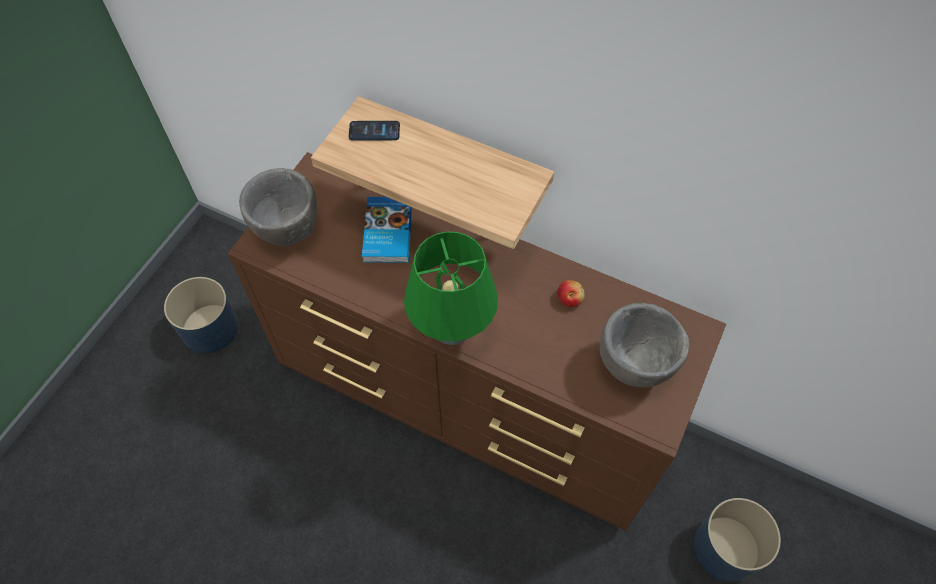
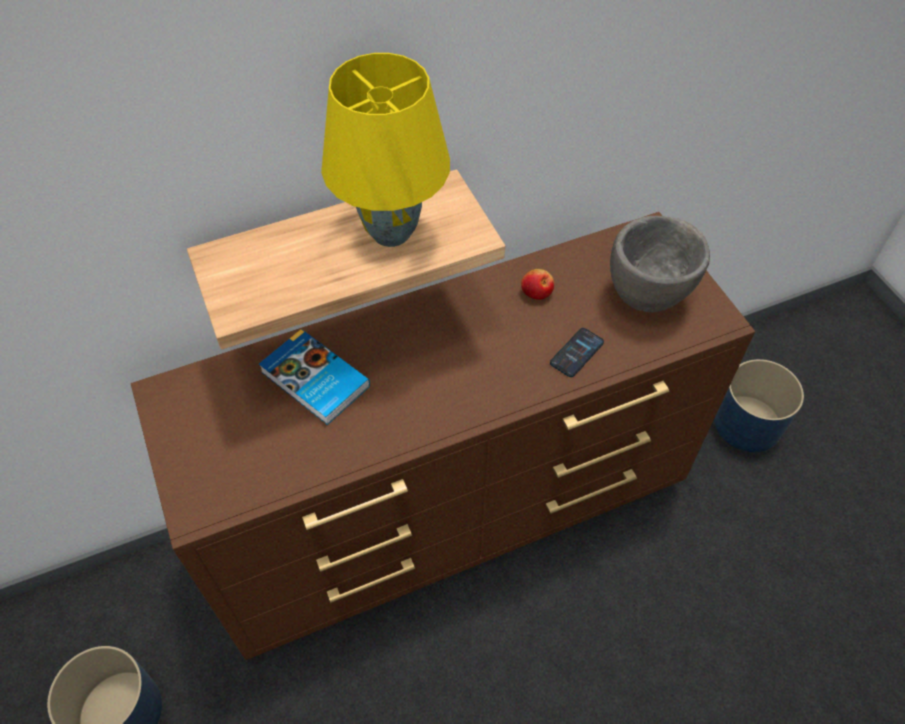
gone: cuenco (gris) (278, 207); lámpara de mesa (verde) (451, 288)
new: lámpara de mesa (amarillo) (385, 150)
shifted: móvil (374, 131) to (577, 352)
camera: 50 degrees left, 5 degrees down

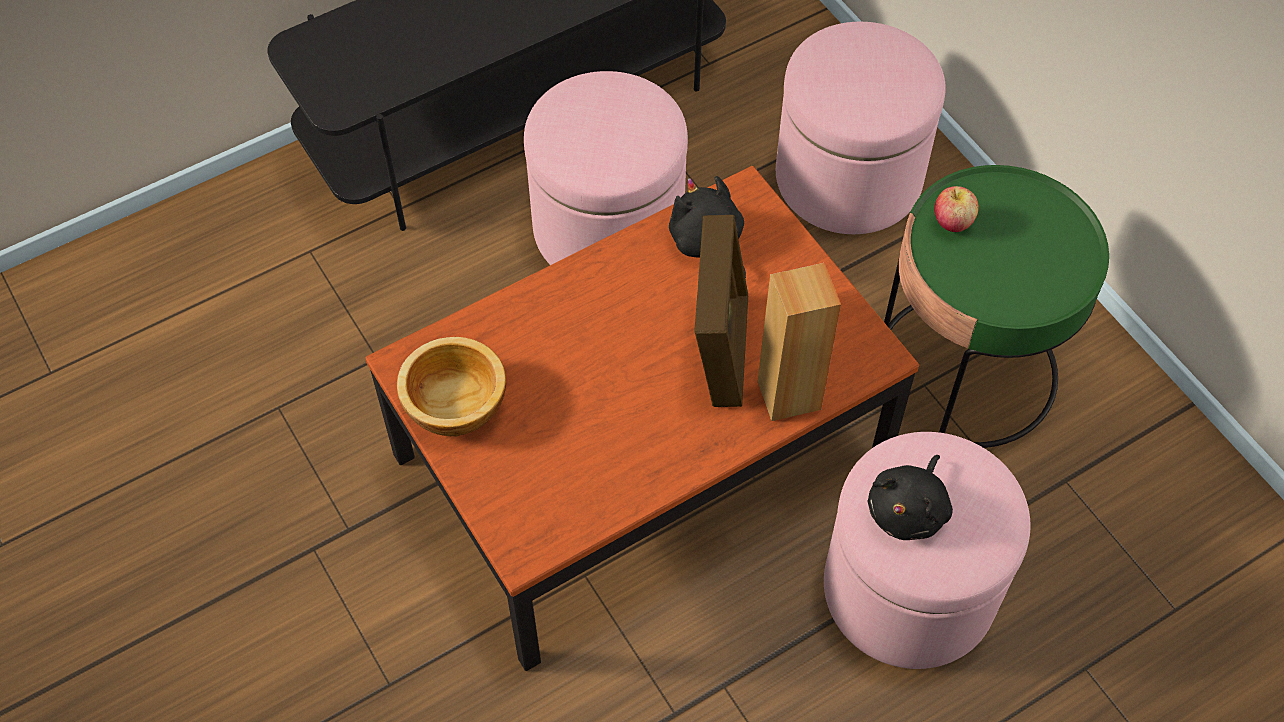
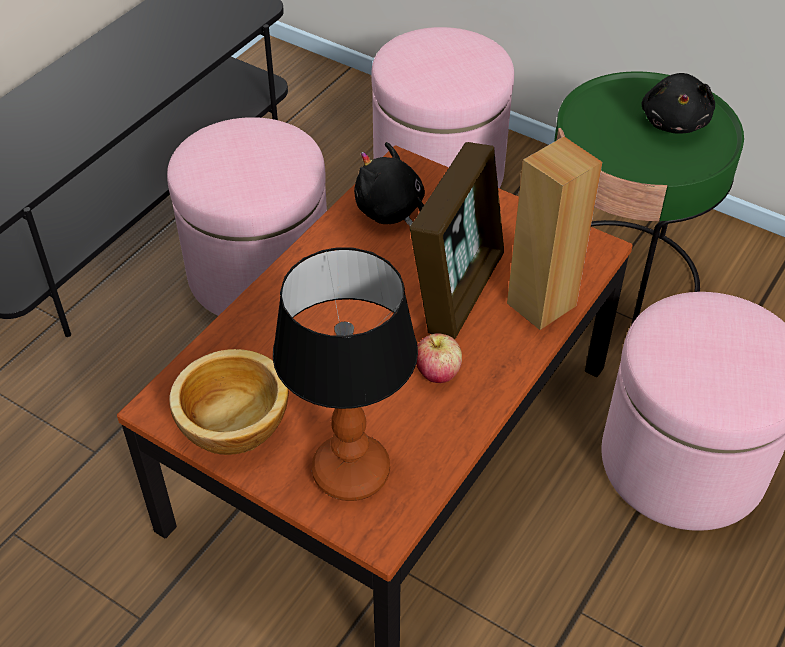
new: lámpara de mesa (345, 374)
shifted: manzana (956, 209) to (439, 358); peluche (negro) (910, 497) to (678, 103)
rotated: portarretratos (721, 311) = (457, 240) 45 degrees clockwise
camera: 25 degrees left, 10 degrees down

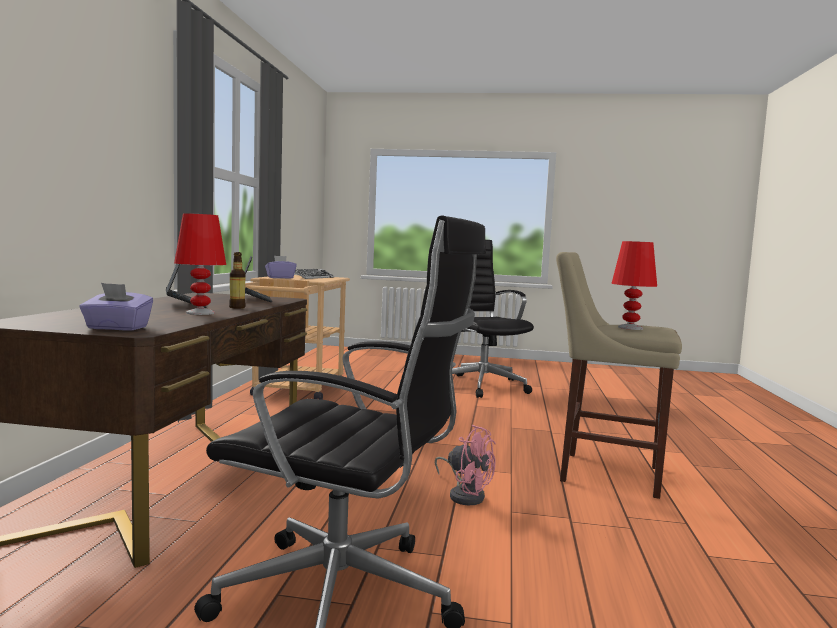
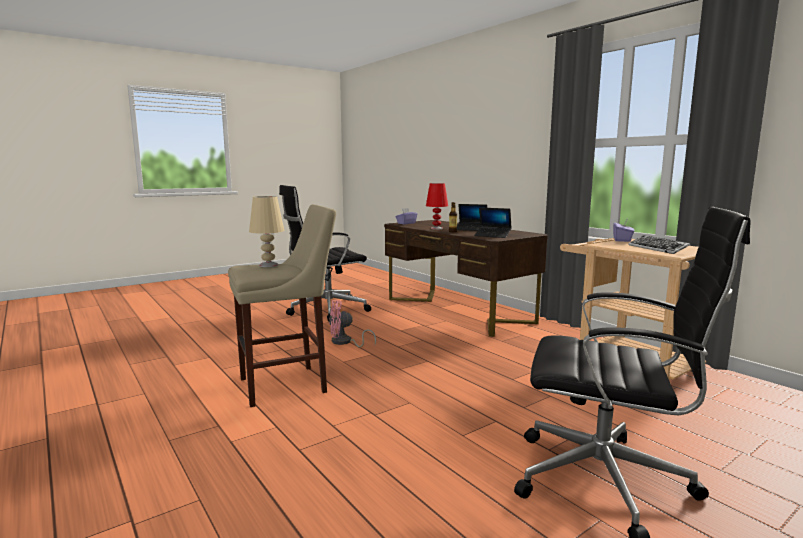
repainted: lámpara de mesa (rojo) (634, 285) to lámpara de mesa (beis) (267, 231)
camera: 135 degrees right, 5 degrees up

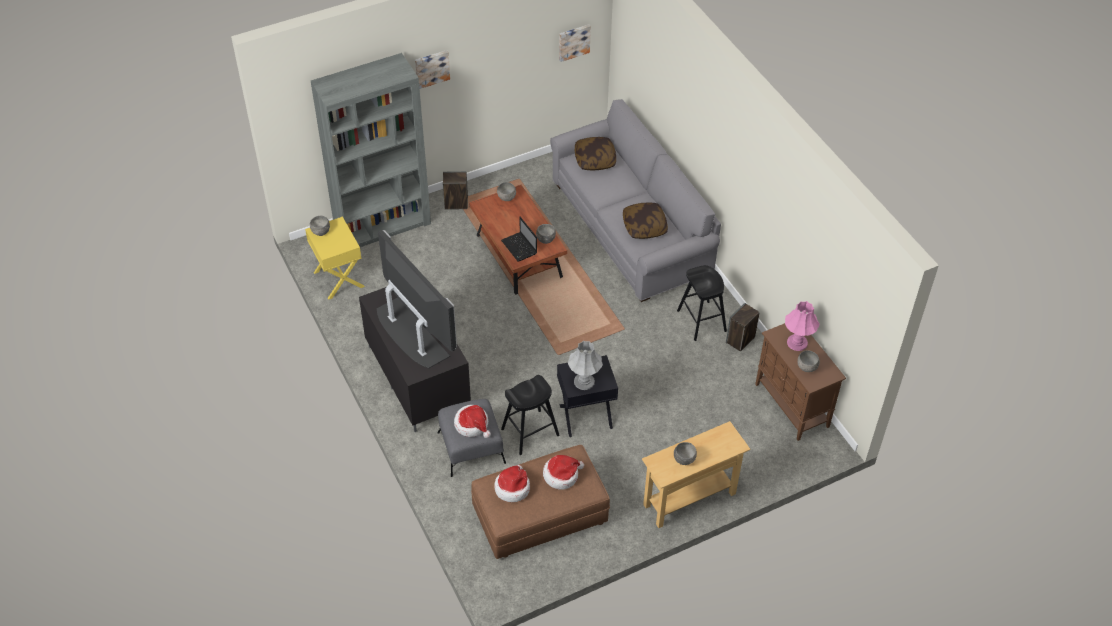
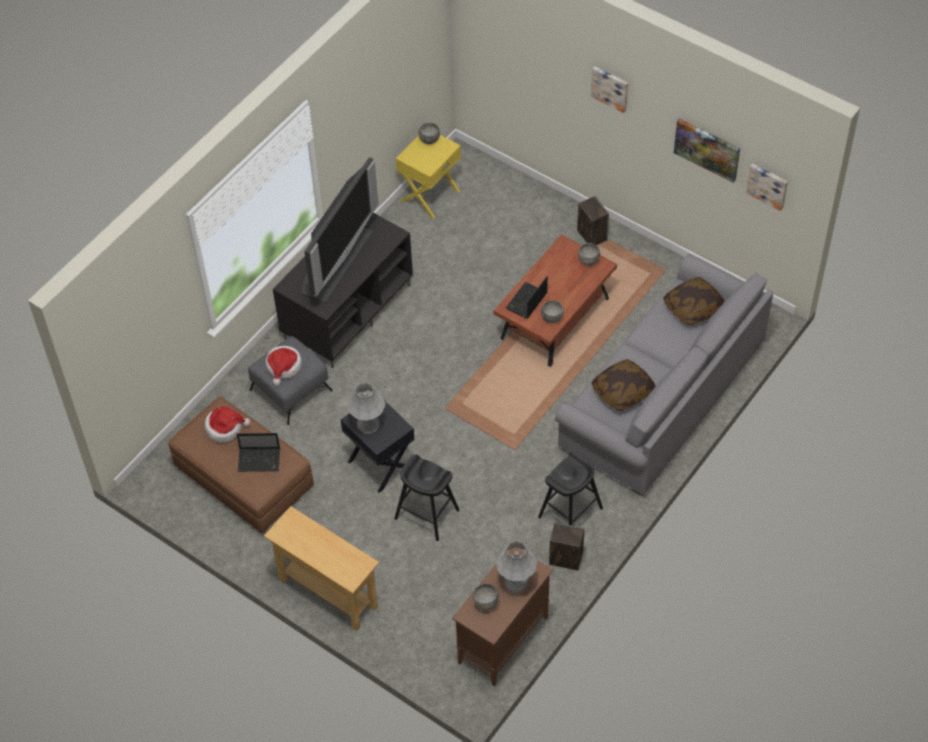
gone: estantería (gris) (371, 150); cuenco (gris) (685, 453)
new: cuadro (707, 150)
shifted: taburete (negro) (530, 415) to (427, 497)
swapped: sombrero (563, 472) to portátil (258, 452)
repainted: lámpara de mesa (rosa) (802, 326) to lámpara de mesa (gris) (516, 566)
camera: 65 degrees right, 5 degrees up

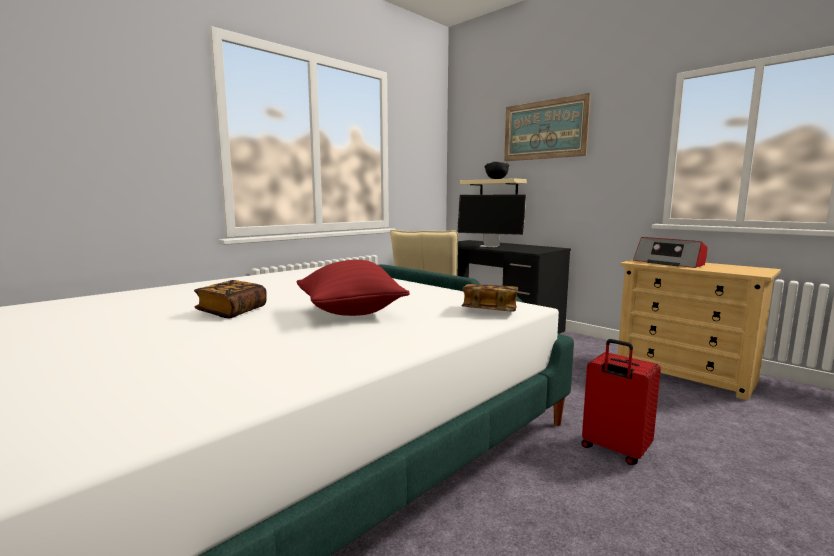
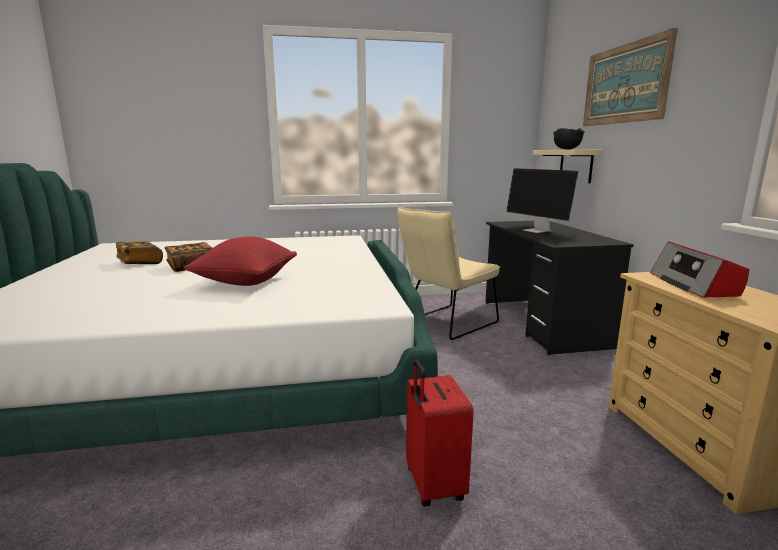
shifted: libro (490, 298) to (139, 252)
camera: 35 degrees right, 5 degrees up

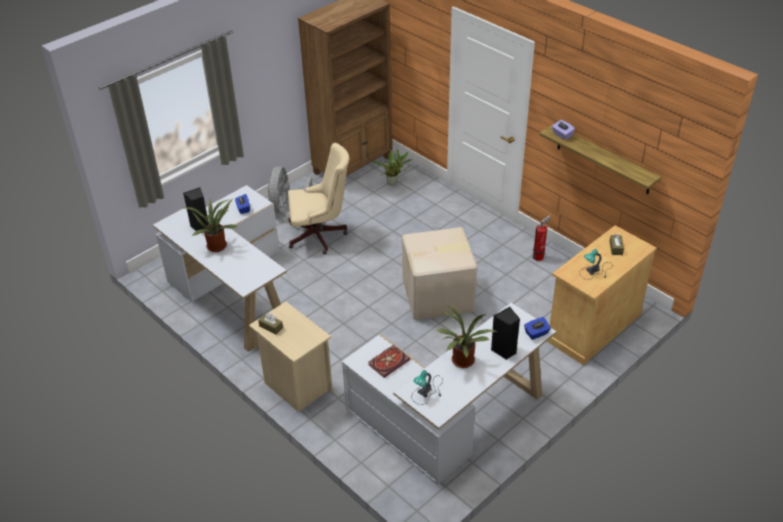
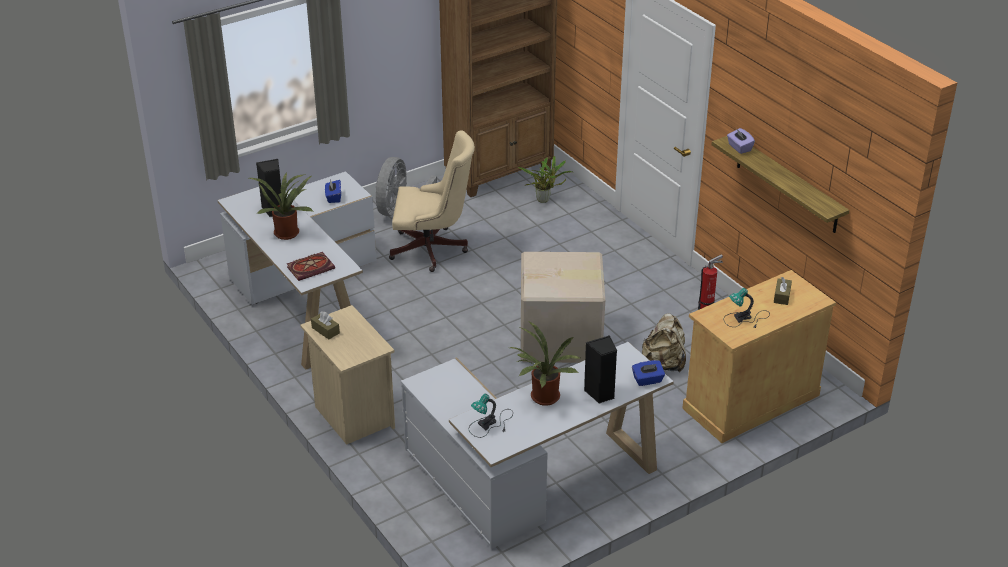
new: mochila (beis) (664, 342)
shifted: libro (389, 361) to (311, 266)
camera: 10 degrees right, 5 degrees down

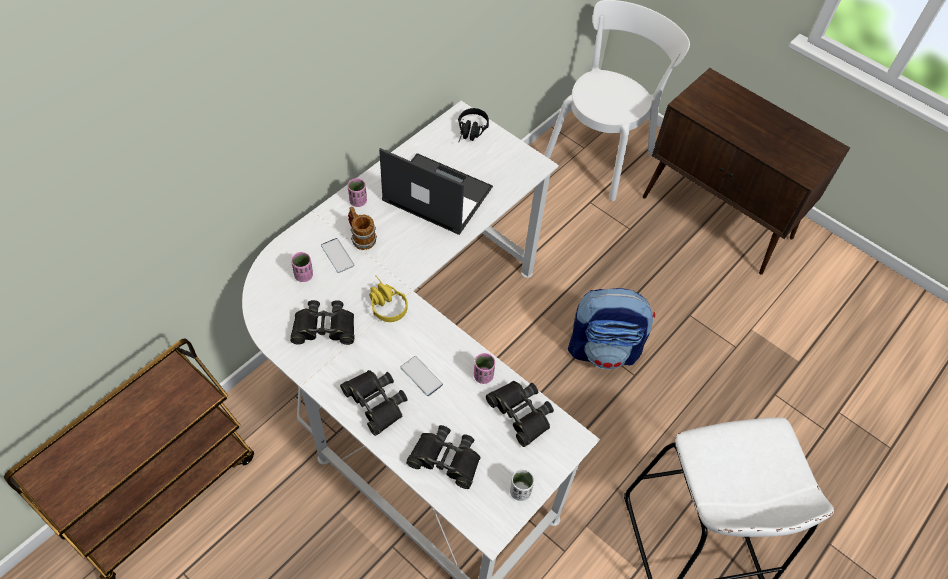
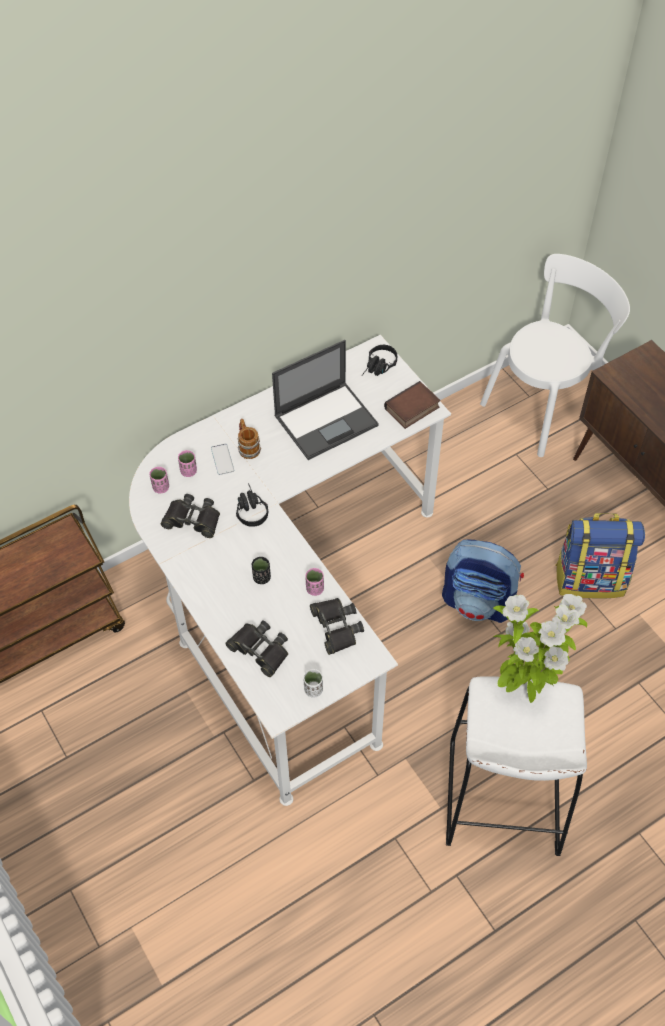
gone: prismáticos (negro) (374, 403)
new: libro (412, 405); mochila (600, 556); planta en maceta (540, 648)
shifted: taza (rosa) (357, 192) to (159, 480)
swapped: móvil (421, 376) to taza (negro) (261, 570)
repainted: auriculares (amarillo) (388, 298) to auriculares (negro) (252, 505)
rotated: portátil (436, 191) = (325, 400) 105 degrees clockwise
camera: 20 degrees right, 0 degrees up

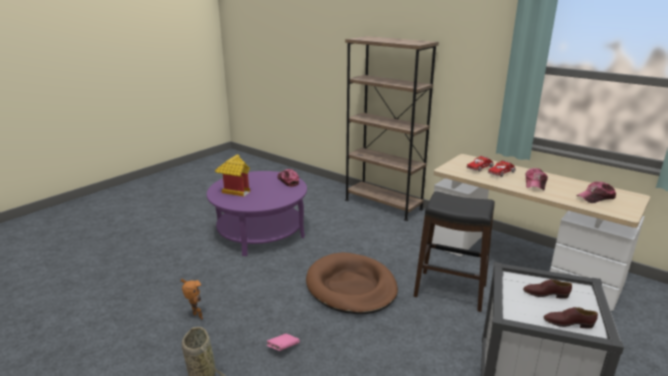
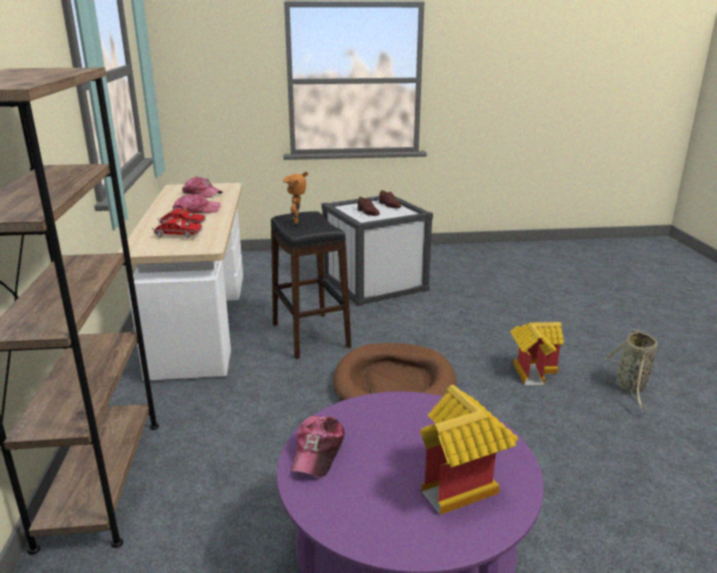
shifted: robot de juguete (191, 299) to (295, 198)
swapped: libro (rosa) (283, 342) to casita (537, 353)
camera: 135 degrees left, 0 degrees up

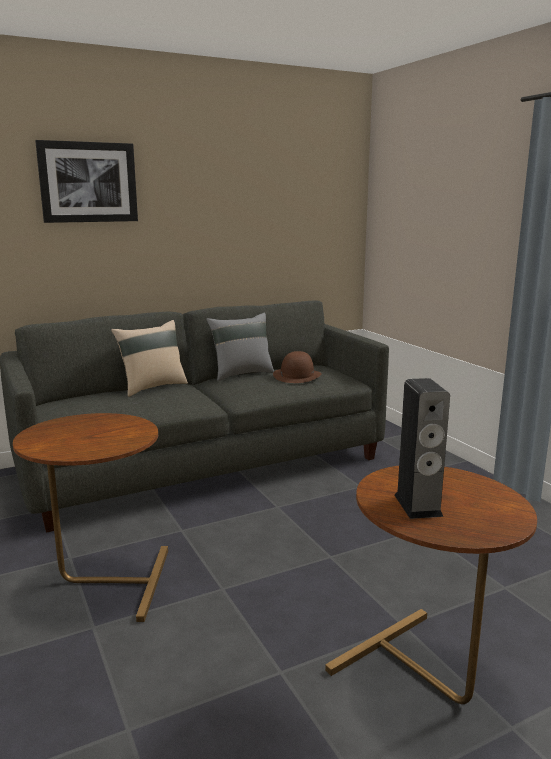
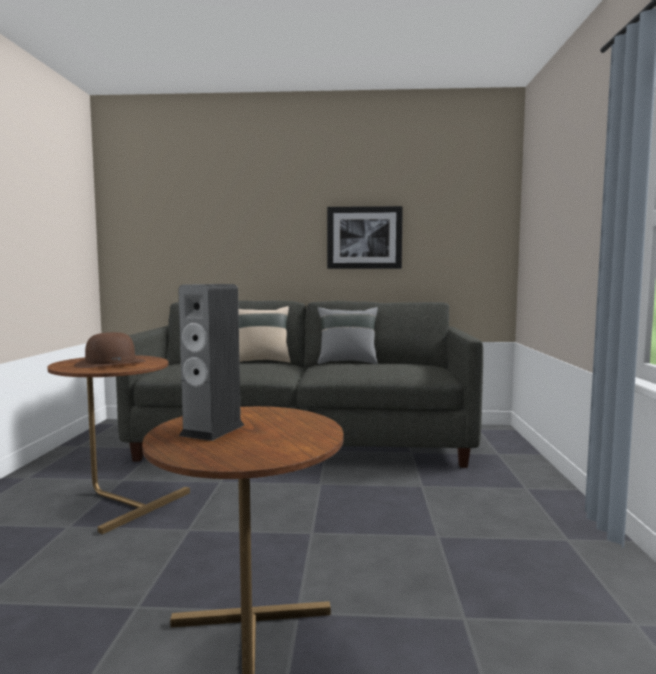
shifted: cuadro (86, 181) to (365, 237); sombrero (marrón) (297, 367) to (110, 350)
camera: 30 degrees right, 10 degrees down

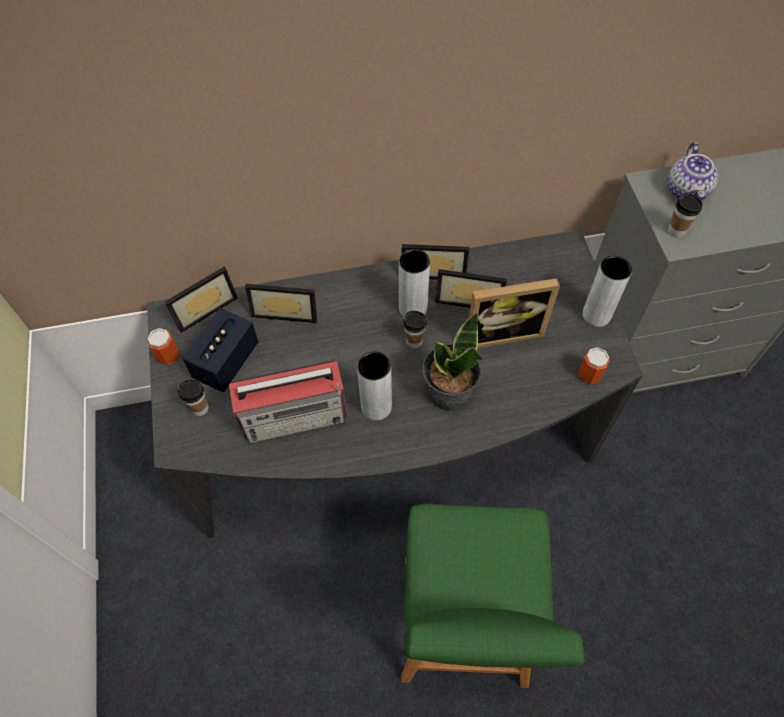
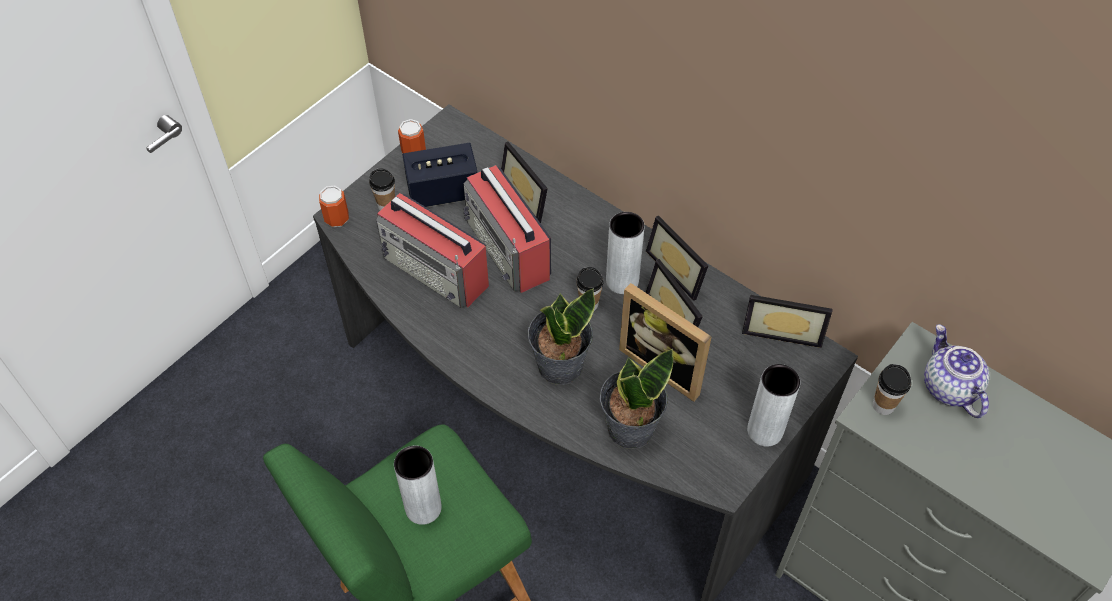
new: radio (507, 229); planta en maceta (636, 399)
shifted: portarretratos (201, 300) to (787, 321); lata (594, 365) to (334, 206); florero (gris) (374, 385) to (418, 485)
rotated: tetera (693, 171) = (956, 371) 105 degrees clockwise
camera: 50 degrees right, 5 degrees down

